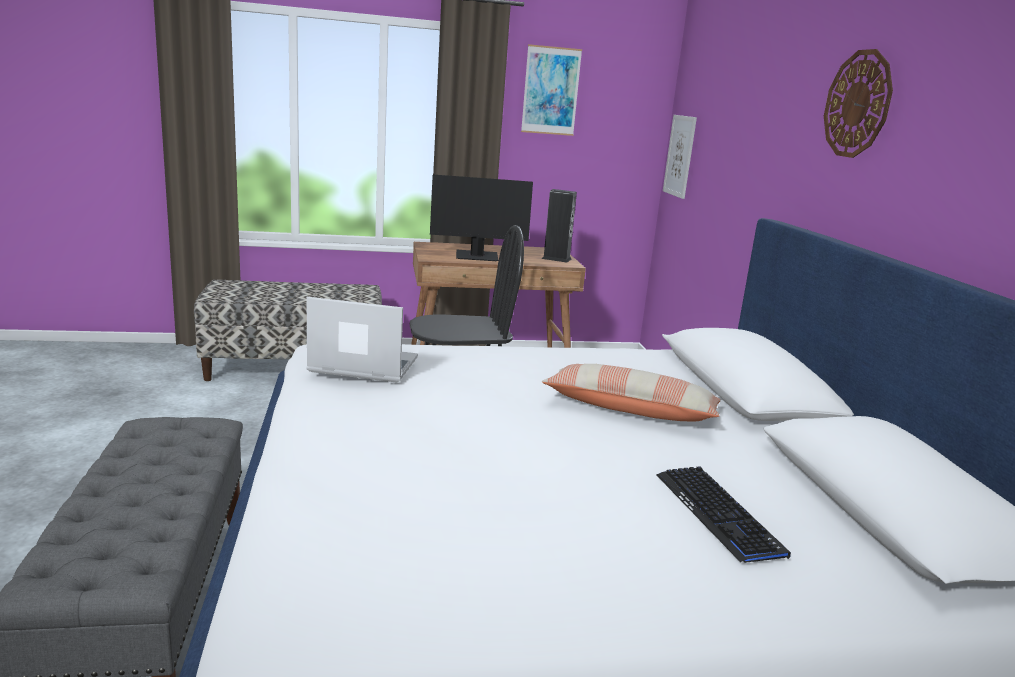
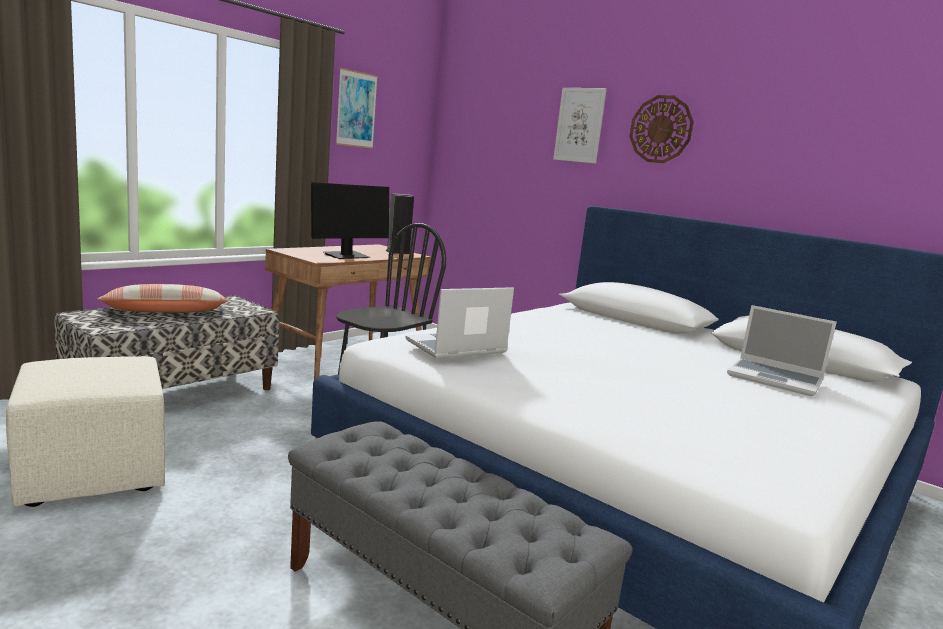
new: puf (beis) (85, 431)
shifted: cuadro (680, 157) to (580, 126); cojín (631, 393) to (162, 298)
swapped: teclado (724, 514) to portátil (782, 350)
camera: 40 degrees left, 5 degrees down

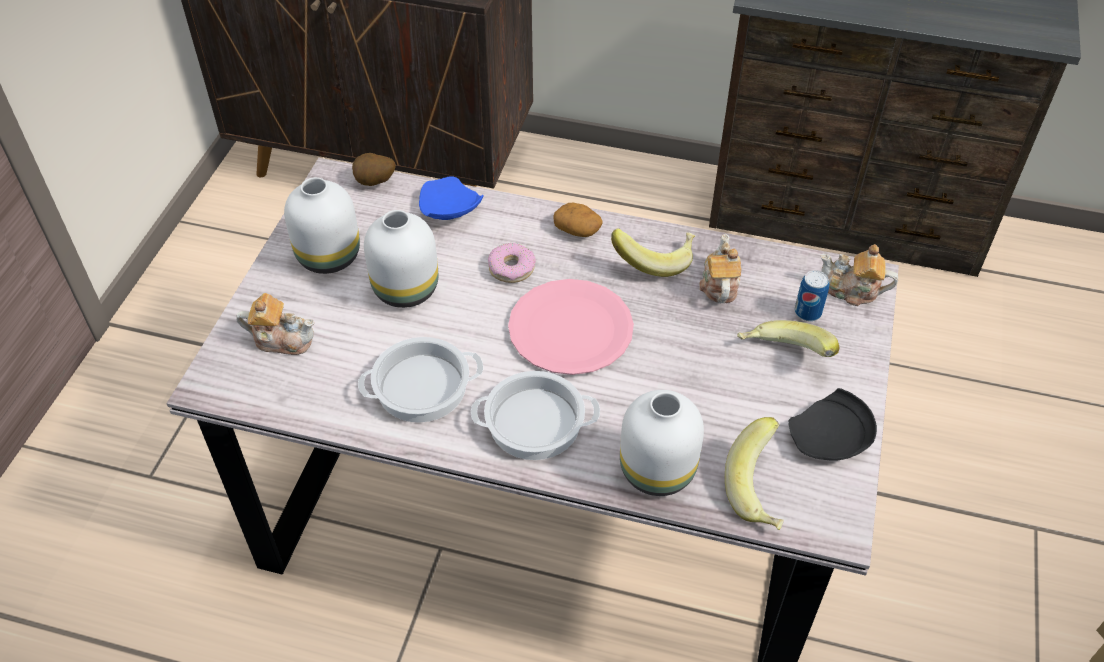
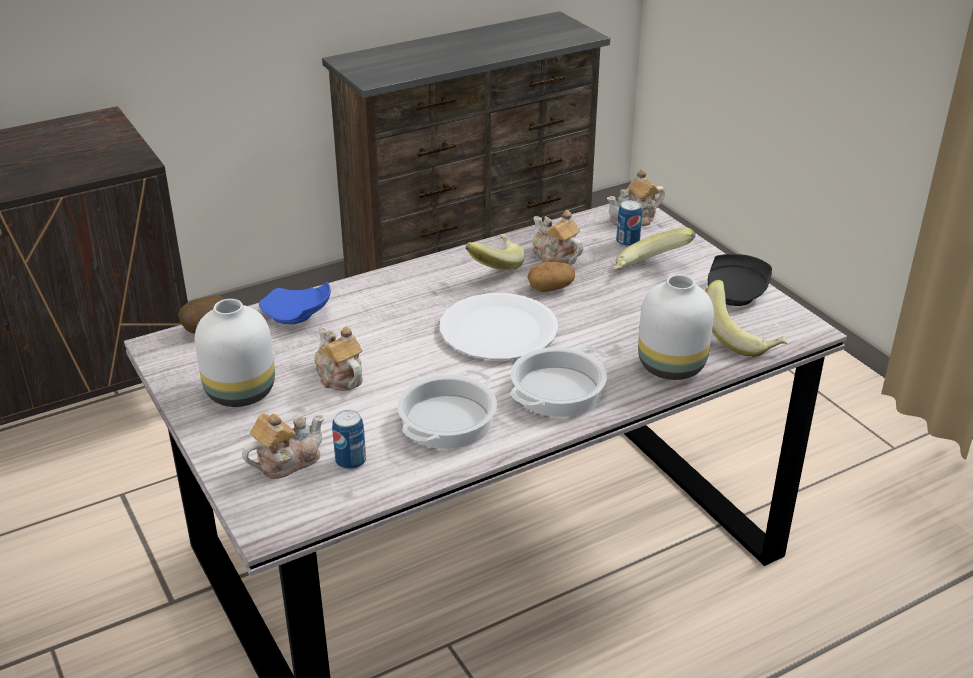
gone: rosquilla (512, 263)
new: lata (349, 440)
shifted: patata (578, 220) to (551, 276)
swapped: florero (blanco) (401, 259) to tetera (338, 358)
repainted: plato (rosa) (571, 327) to plato (blanco) (499, 326)
camera: 45 degrees left, 15 degrees down

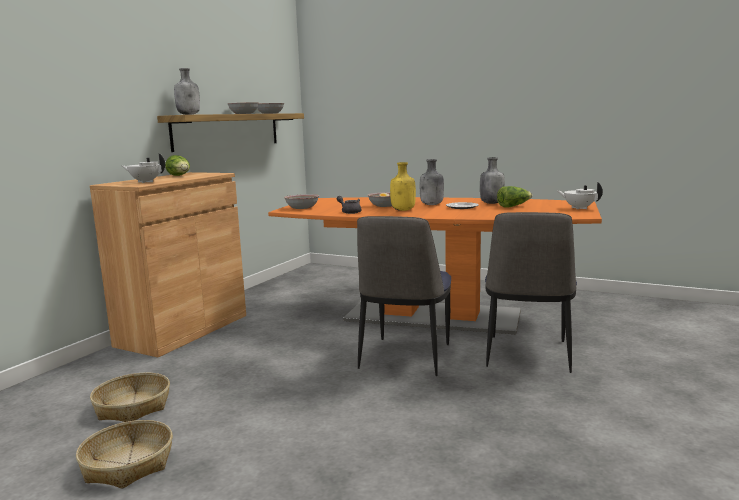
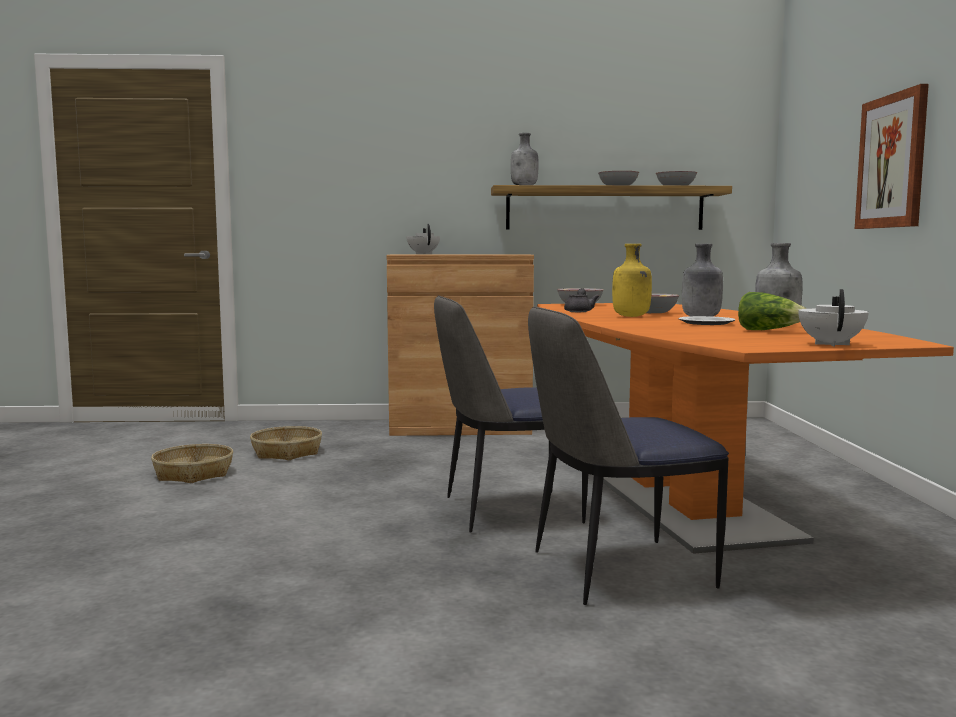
gone: lechuga (177, 165)
new: cuadro (892, 156)
camera: 60 degrees right, 5 degrees down

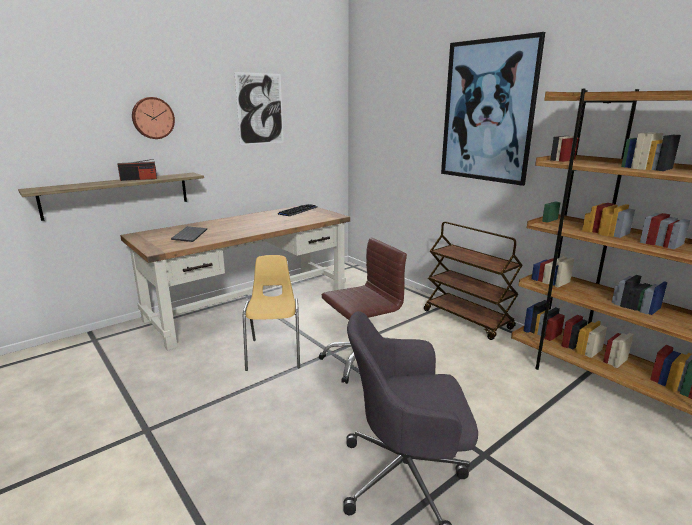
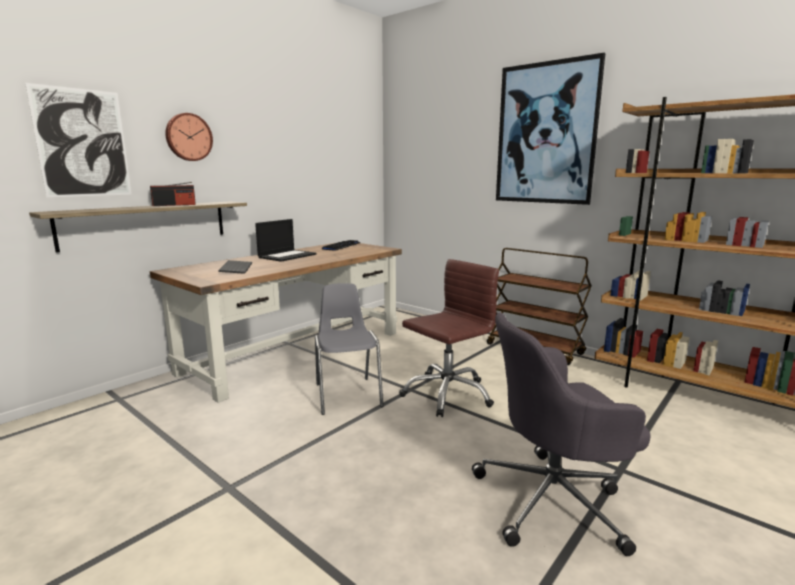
new: portátil (286, 240)
shifted: cuadro (259, 108) to (78, 140)
repainted: silla (amarillo) (271, 313) to silla (gris) (349, 349)
camera: 10 degrees left, 5 degrees down

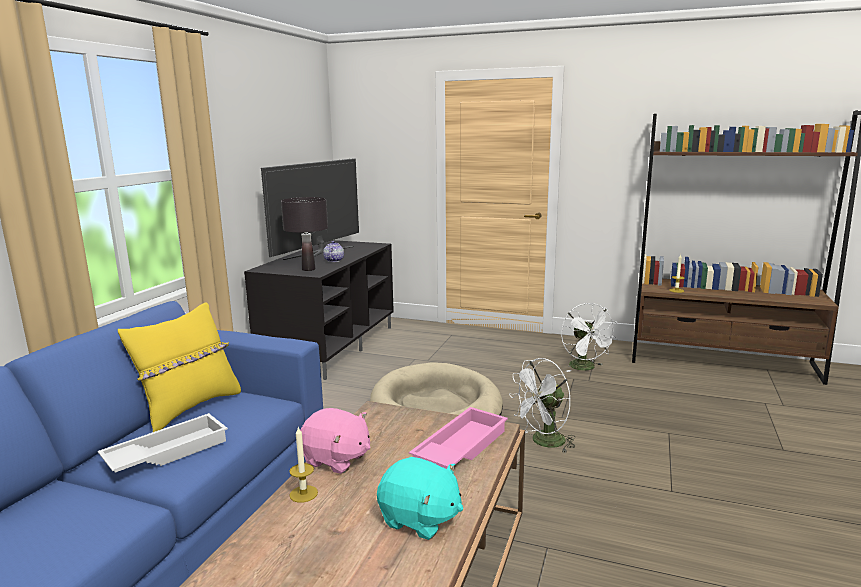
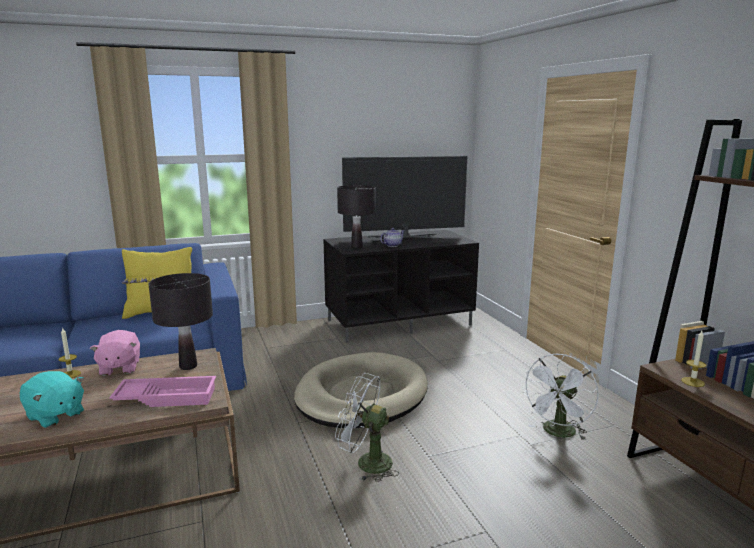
gone: bandeja (blanco) (163, 443)
new: lámpara de mesa (negro) (180, 321)
rotated: peluche (turquesa) (420, 498) = (52, 399) 45 degrees counterclockwise
camera: 50 degrees right, 0 degrees up

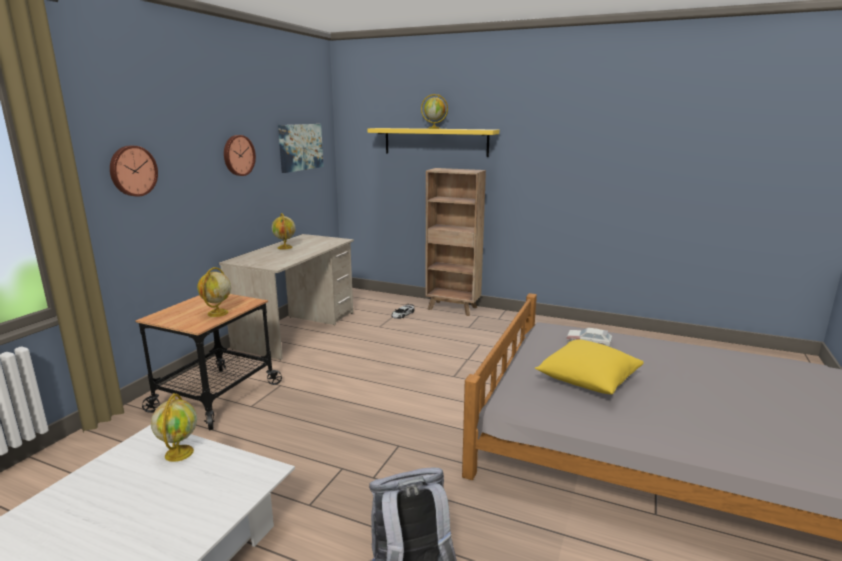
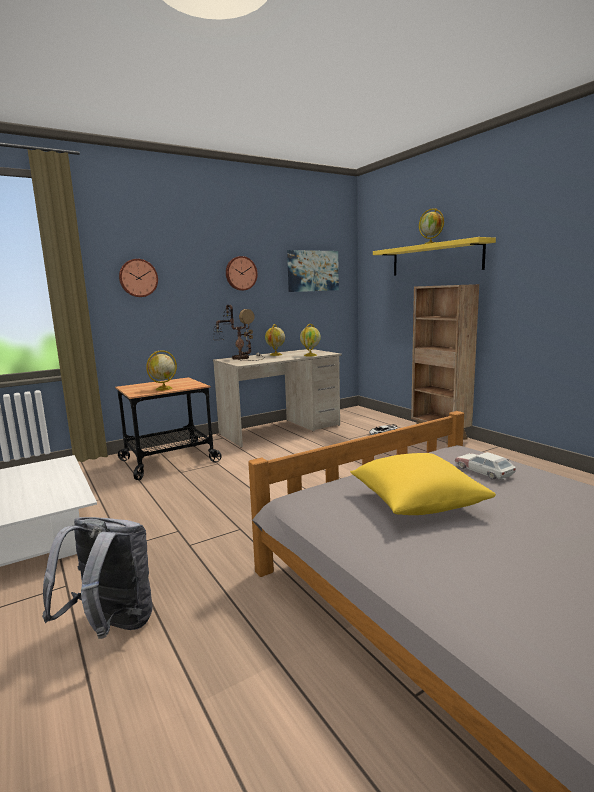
new: lámpara de mesa (239, 333)
shifted: globo terráqueo (174, 427) to (310, 340)
camera: 35 degrees right, 5 degrees down

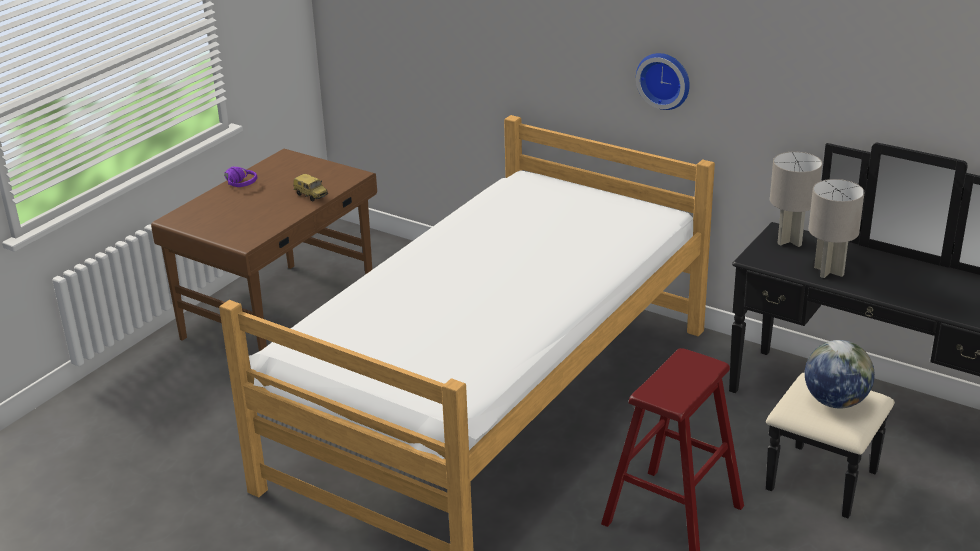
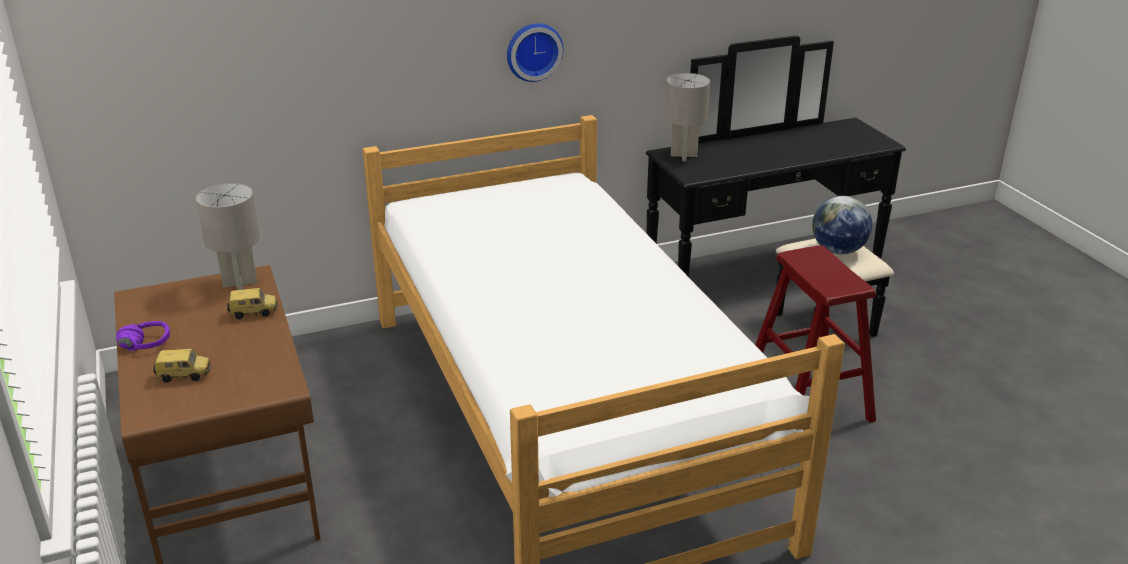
new: coche de juguete (182, 366)
shifted: lámpara de mesa (gris) (837, 228) to (228, 236)
camera: 55 degrees left, 0 degrees up

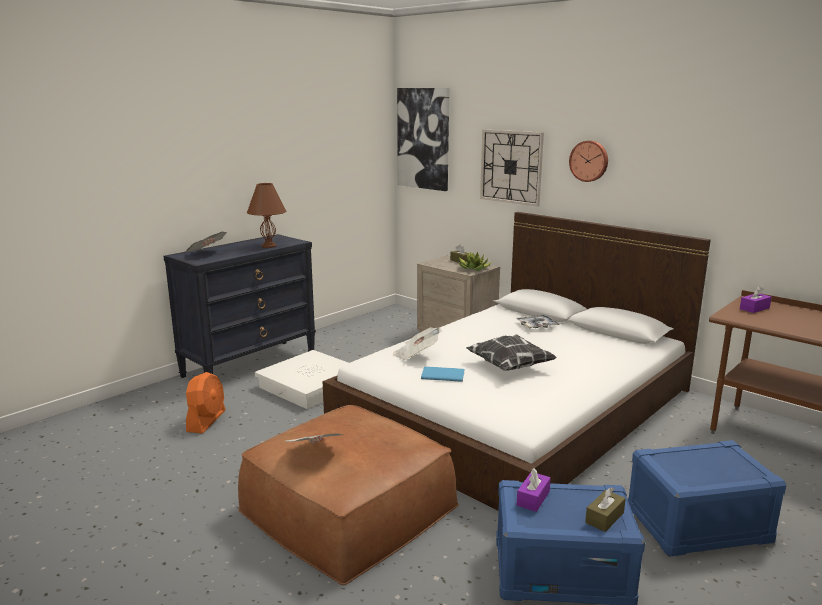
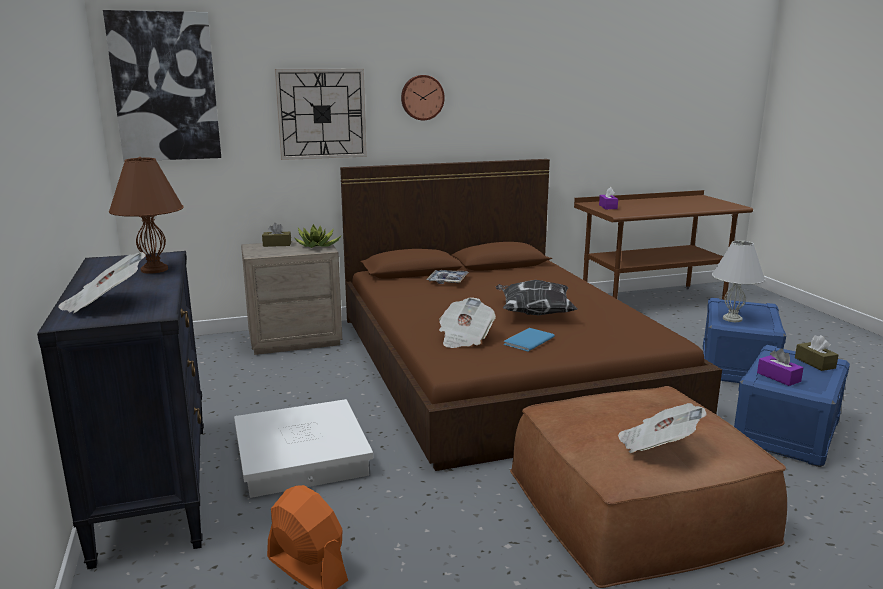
new: lámpara de mesa (blanco) (738, 281)
repainted: cama (blanco) (516, 361) to cama (marrón) (531, 315)
camera: 60 degrees left, 0 degrees up

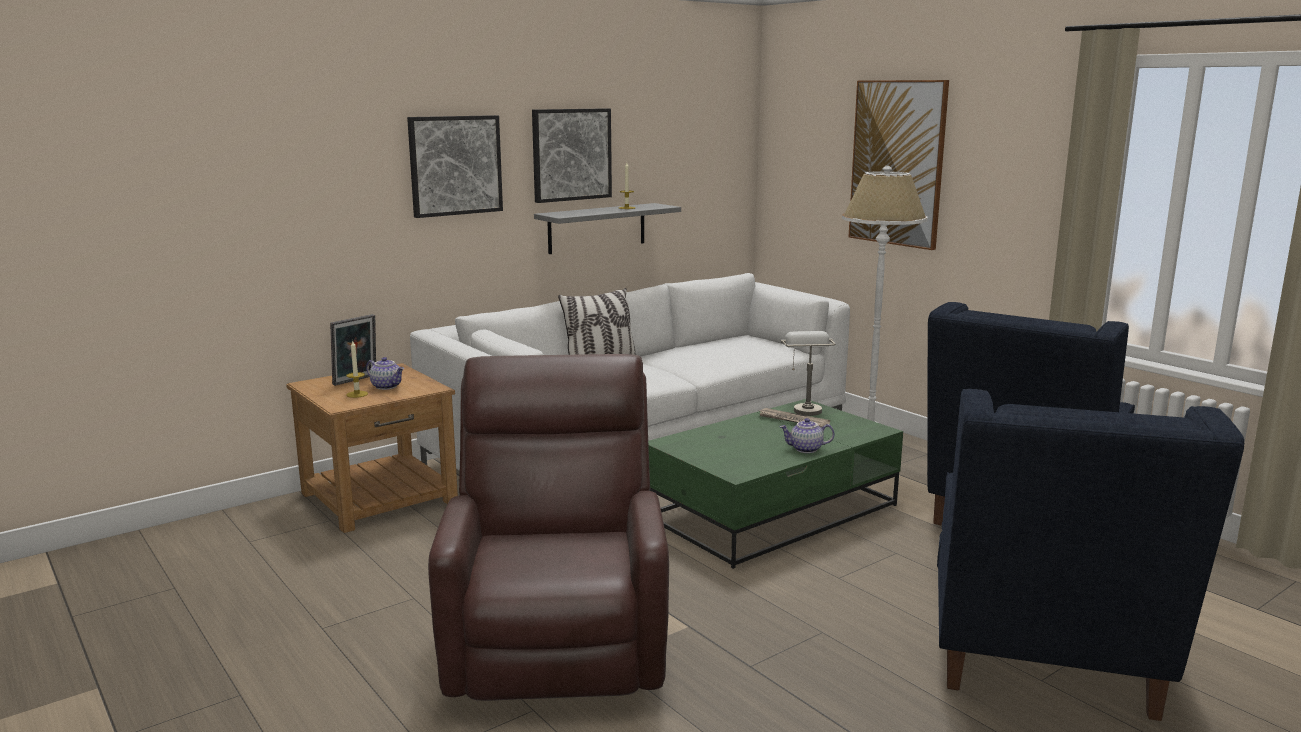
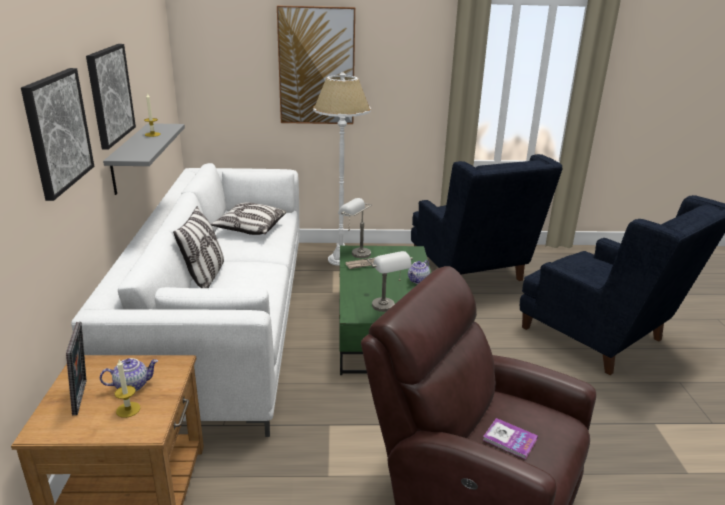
new: cojín (249, 218); lámpara de mesa (gris) (390, 281); libro (510, 438)
camera: 55 degrees left, 10 degrees up

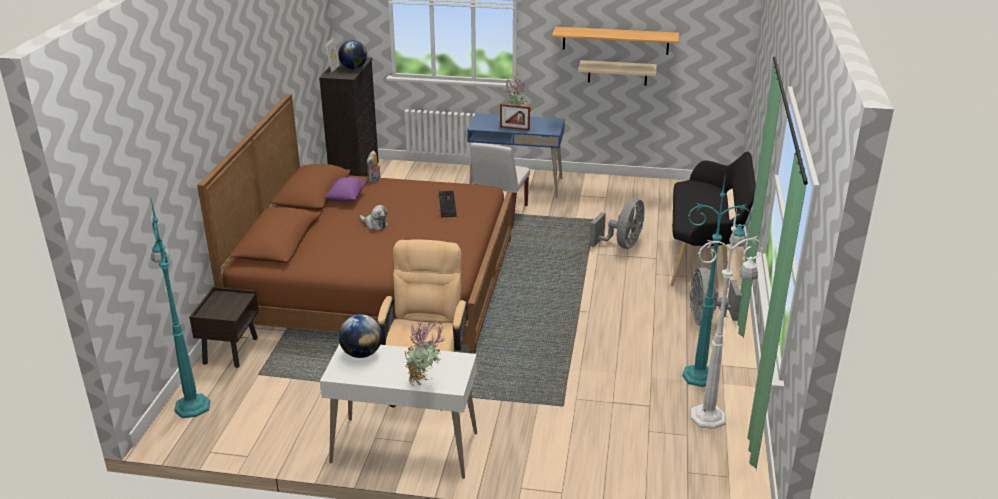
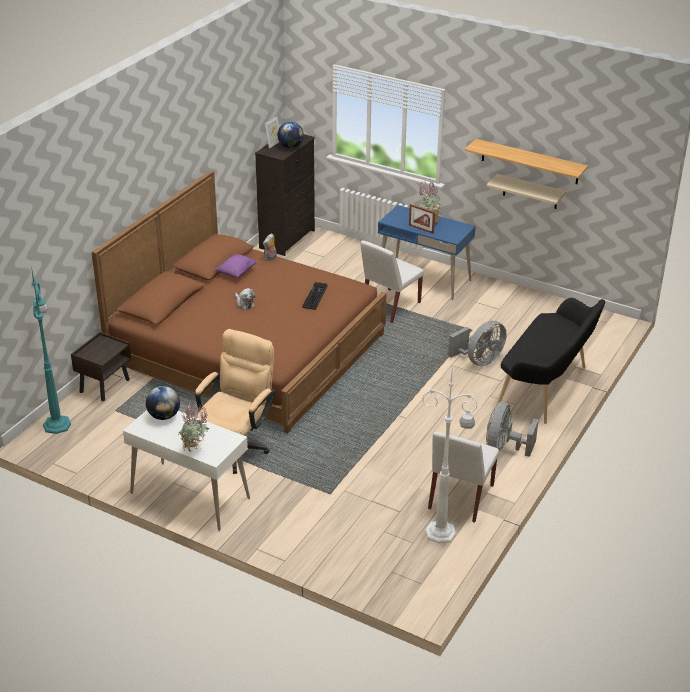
swapped: lámpara de pie (turquesa) (717, 279) to silla (blanco) (463, 477)
camera: 20 degrees right, 5 degrees up

